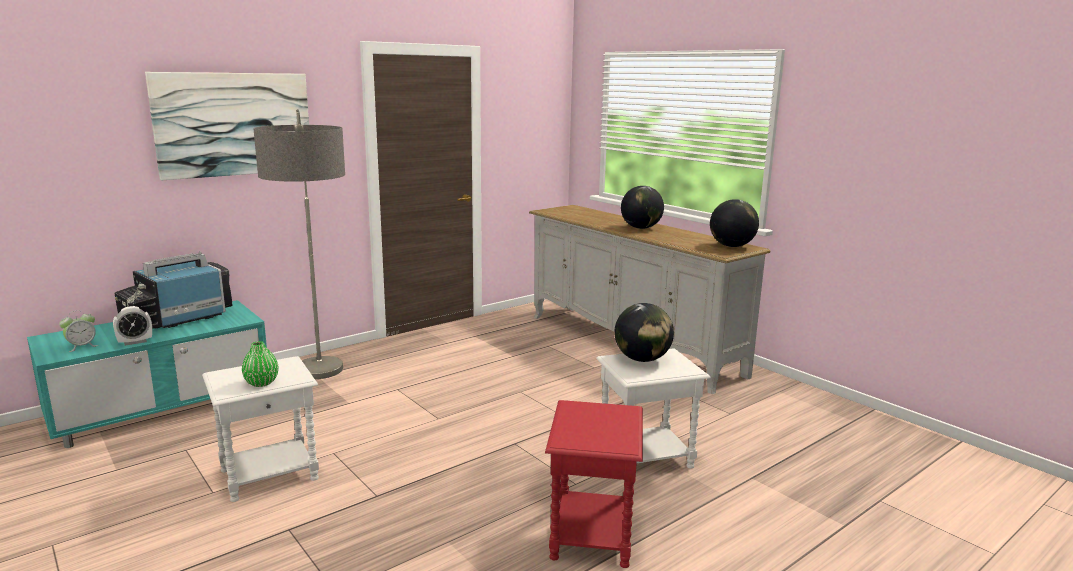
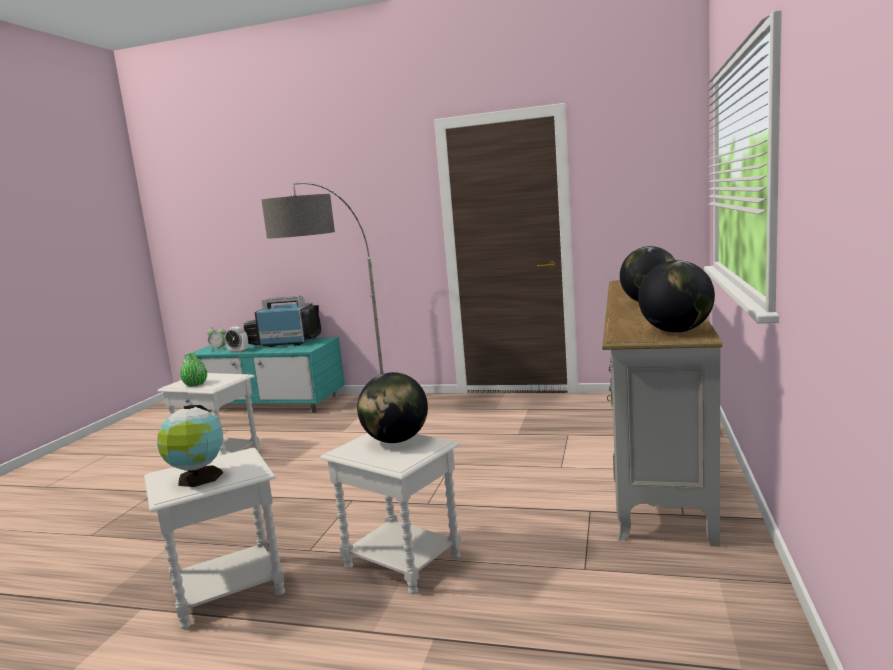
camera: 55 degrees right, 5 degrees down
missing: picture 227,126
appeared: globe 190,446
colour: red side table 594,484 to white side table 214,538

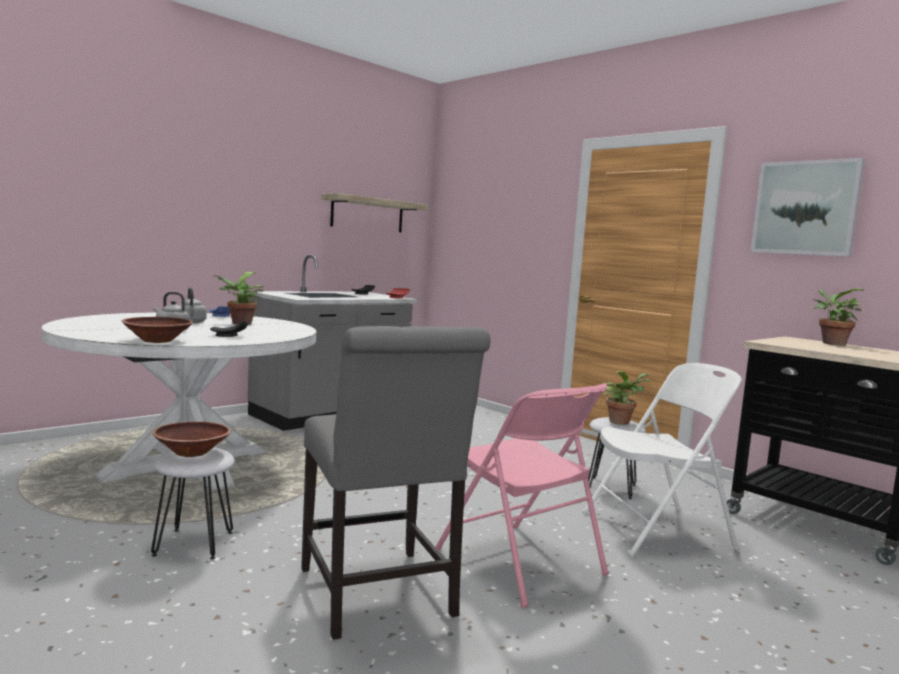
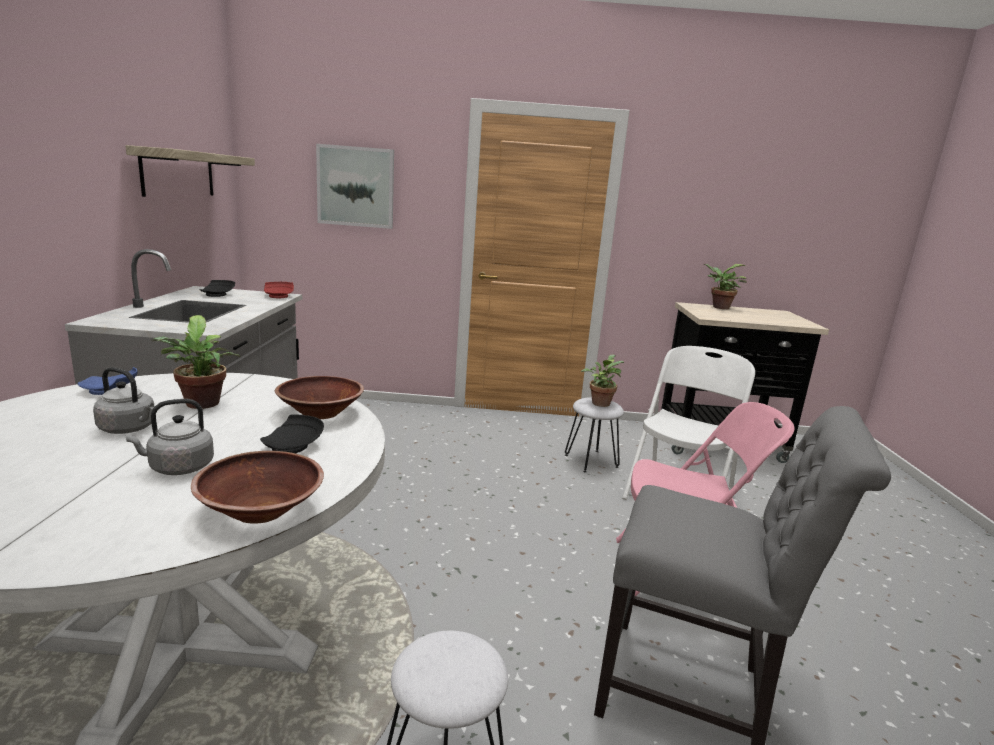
camera: 45 degrees left, 10 degrees up
relocated: brown bowl 191,439 to 319,397; picture 807,207 to 355,186

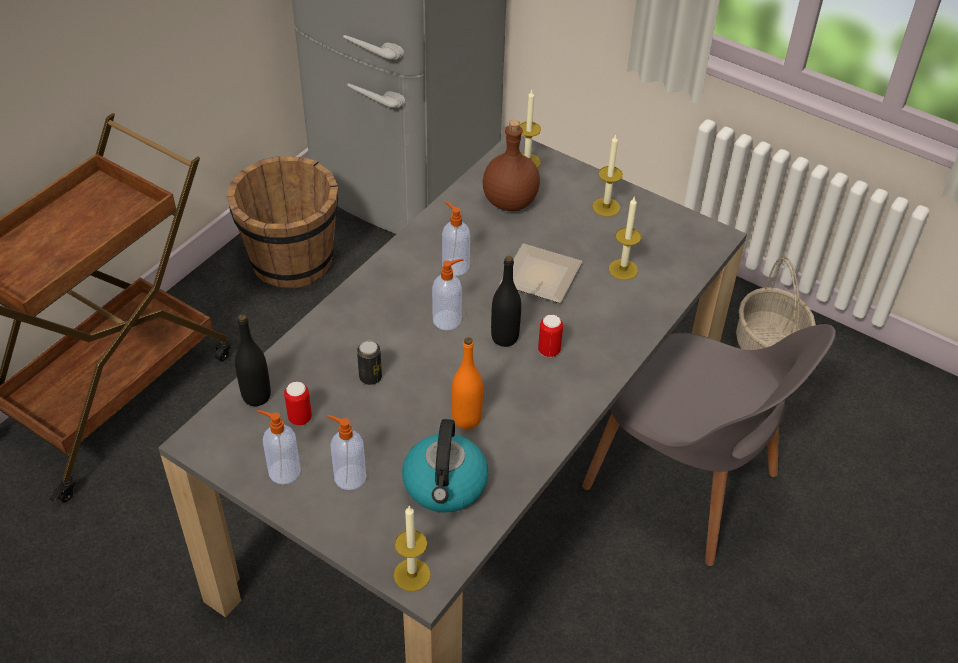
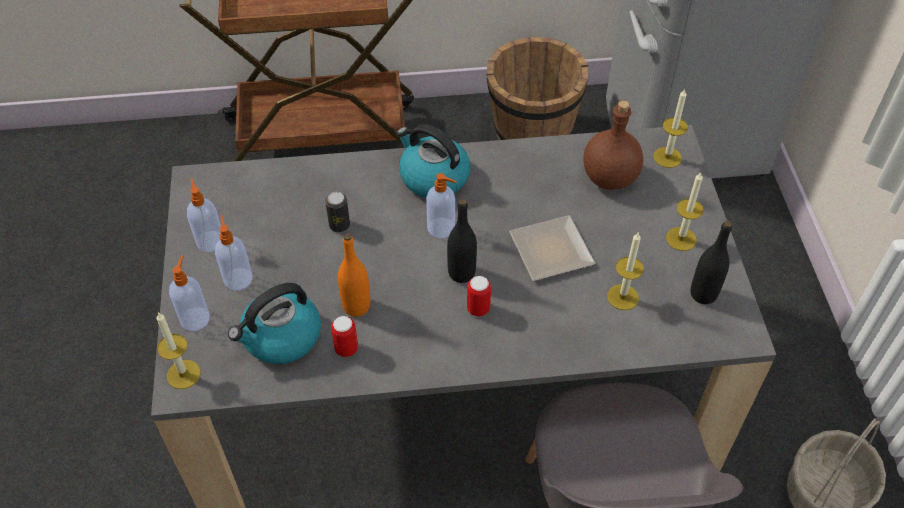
camera: 50 degrees right, 5 degrees up
appeared: kettle 433,161
relocated: soap dispenser 456,238 to 189,293; can 298,403 to 344,336; black bottle 253,360 to 711,262

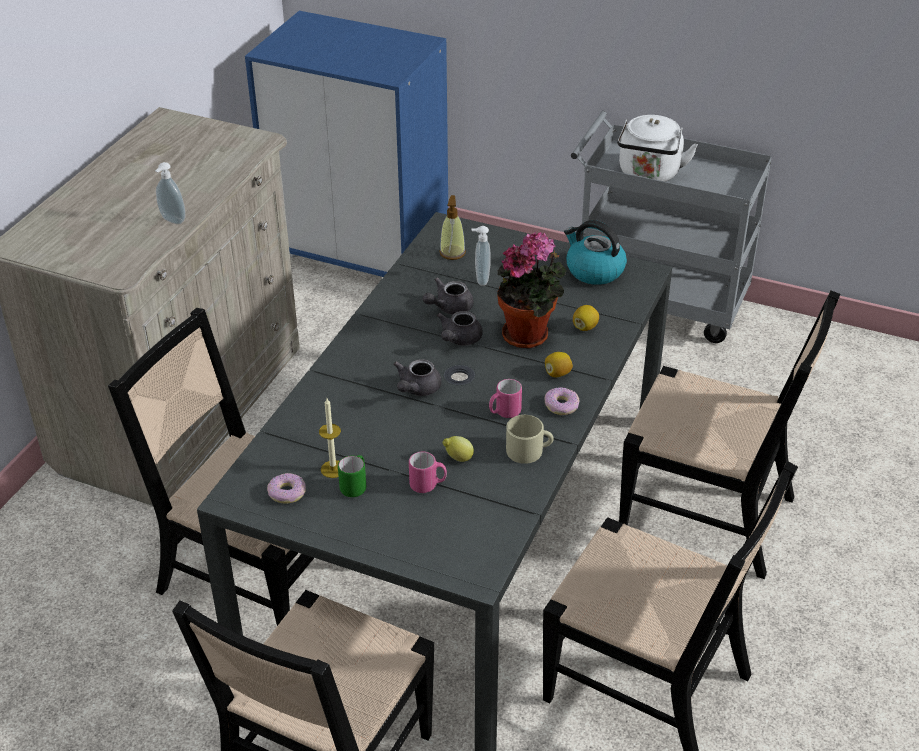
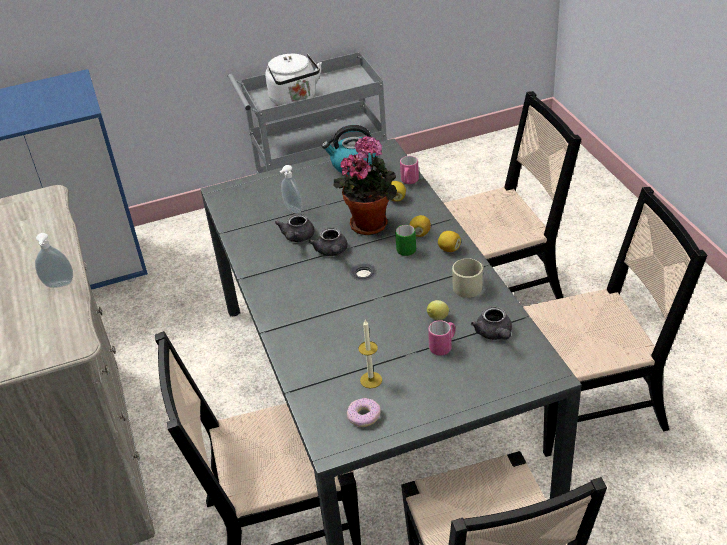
camera: 40 degrees left, 0 degrees up
missing: soap dispenser 453,227
relocated: green mug 352,476 to 405,240; pink mug 505,398 to 409,170; grey teapot 418,377 to 491,323
exchanged: donut 562,401 to lemon 449,241

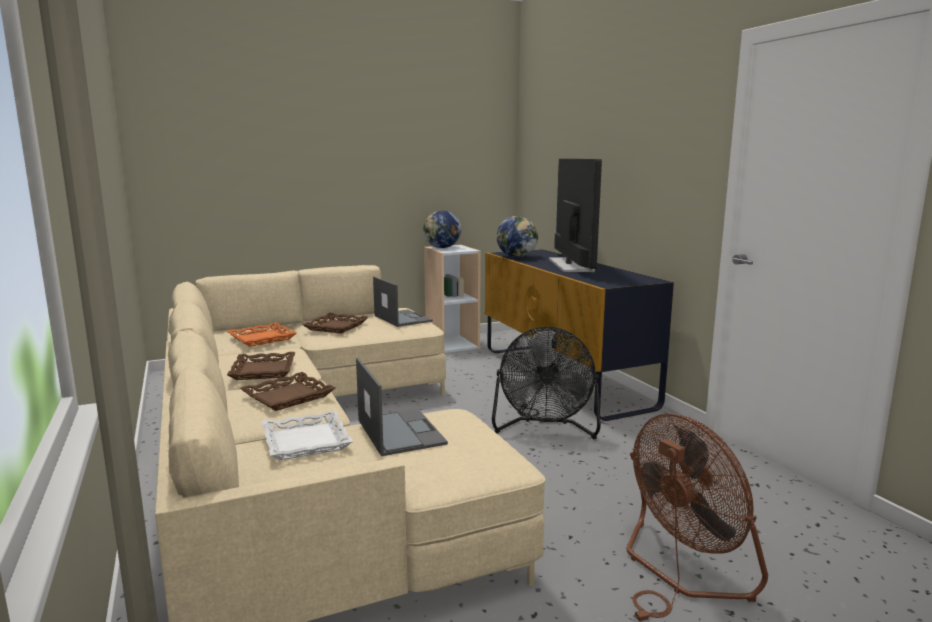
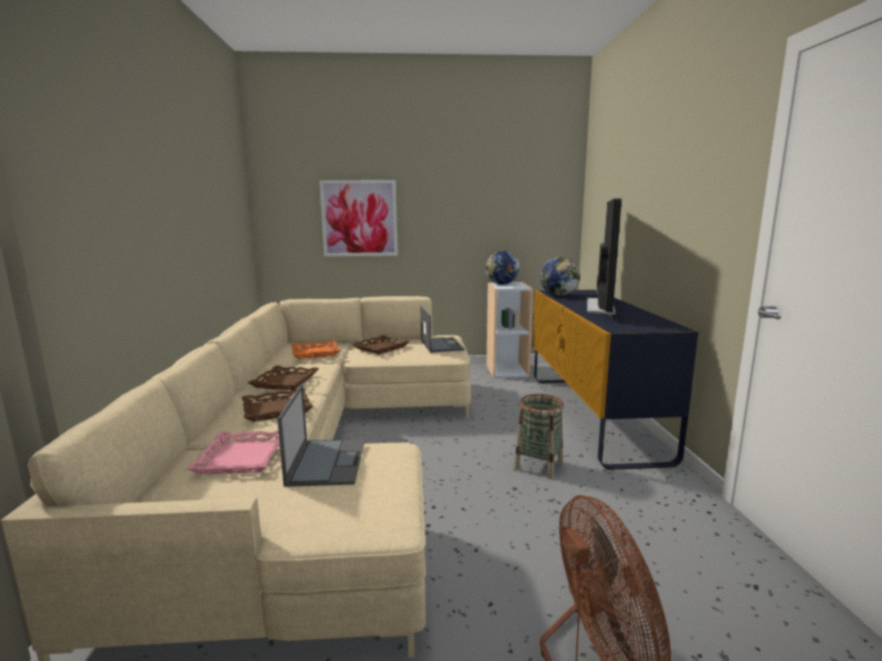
camera: 20 degrees right, 0 degrees up
appeared: picture 358,218
exchanged: black fan 546,383 to basket 539,436
colour: white tray 307,435 to pink tray 233,452

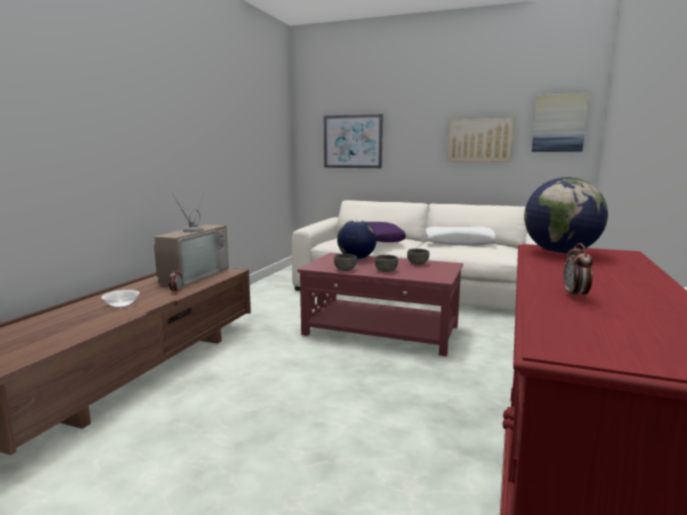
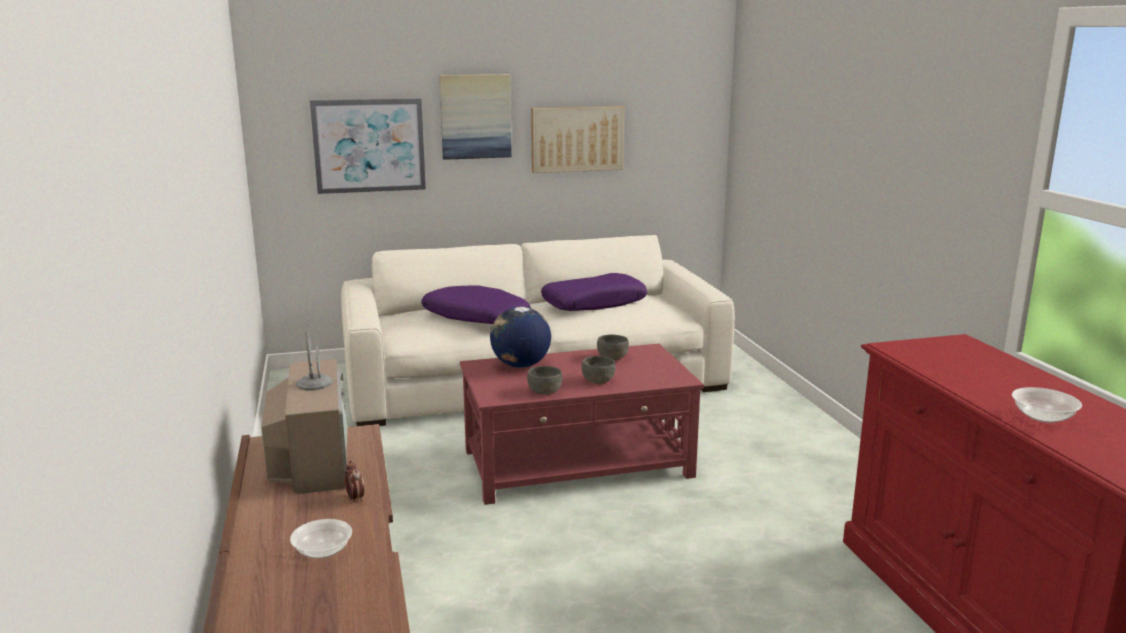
camera: 35 degrees left, 5 degrees up
missing: globe 566,215
relocated: picture 560,122 to 475,117
exchanged: alarm clock 578,271 to bowl 1047,405
colour: white pillow 461,236 to purple pillow 594,292

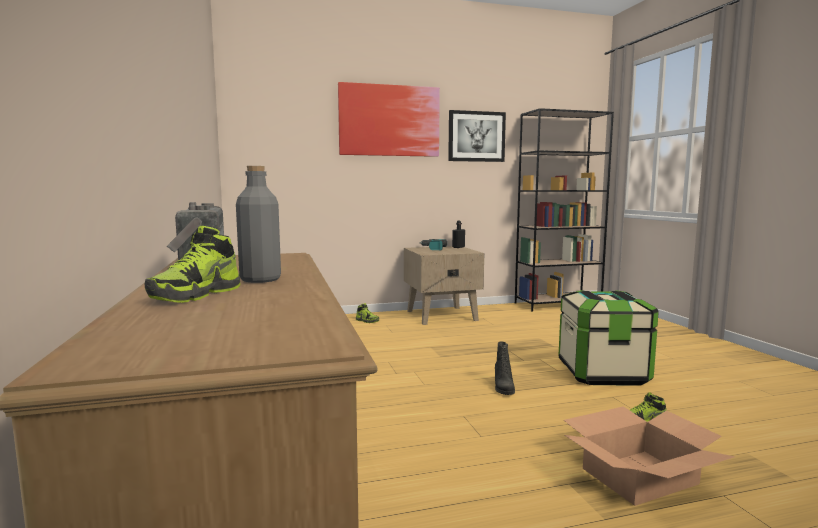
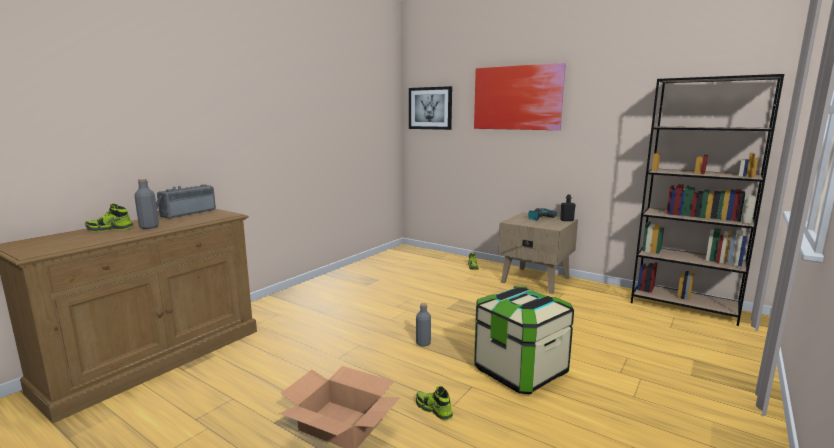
camera: 50 degrees right, 5 degrees up
relocated: picture 477,136 to 430,108
exchanged: black boot 505,368 to grey bottle 423,324

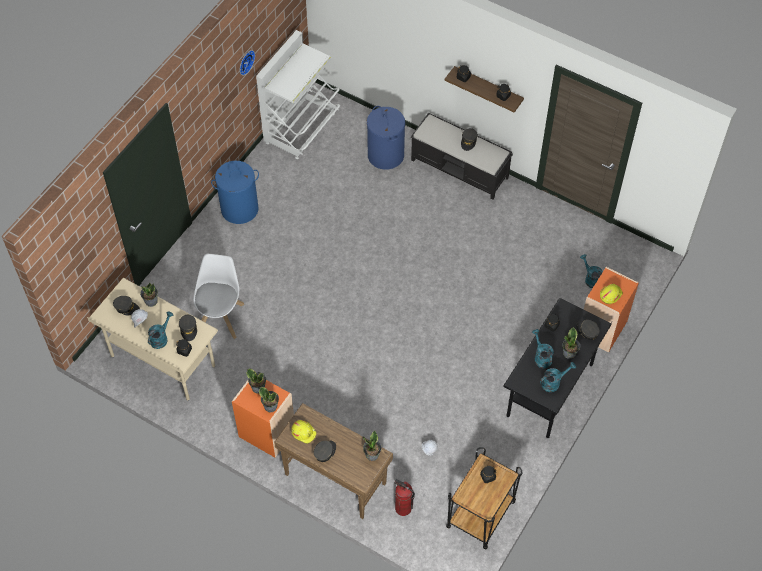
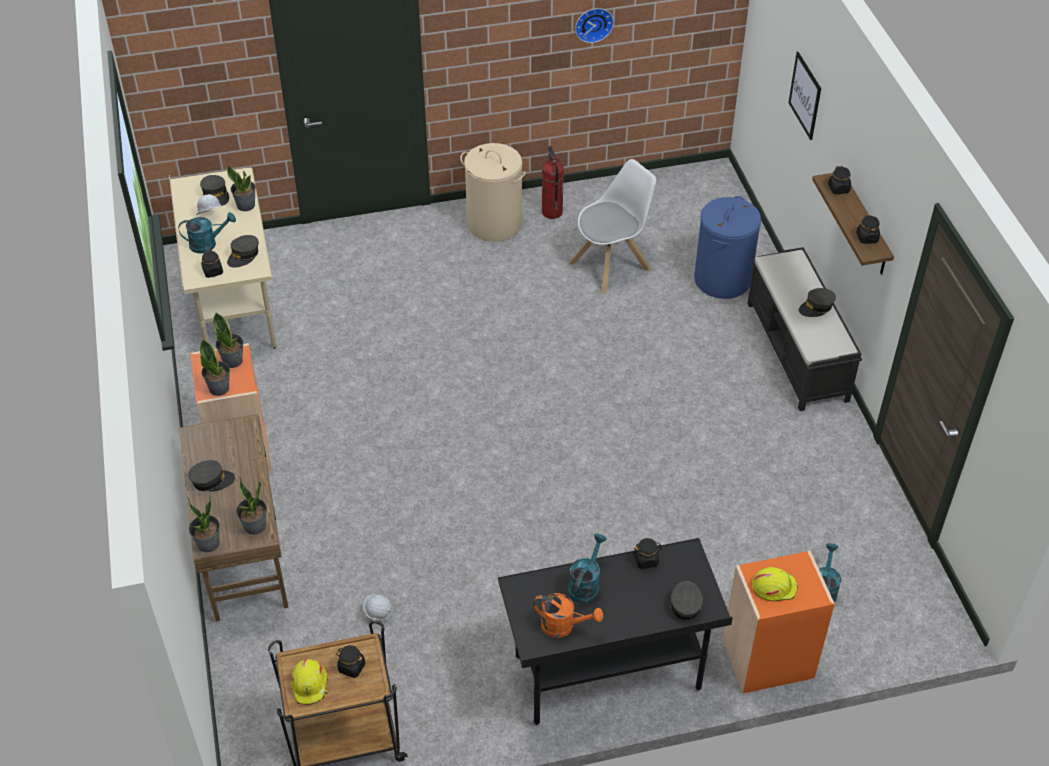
camera: 45 degrees right, 10 degrees down
missing: white shoe rack 298,94
appeared: picture 804,96
relocated: potted plant 571,343 to 203,523; yellow hard hat 304,432 to 309,682; fire extinguisher 404,497 to 553,182; chair 219,296 to 612,226
colour: blue laundry basket 235,192 to beige laundry basket 493,192; turquoise watering can 558,377 to orange watering can 568,615

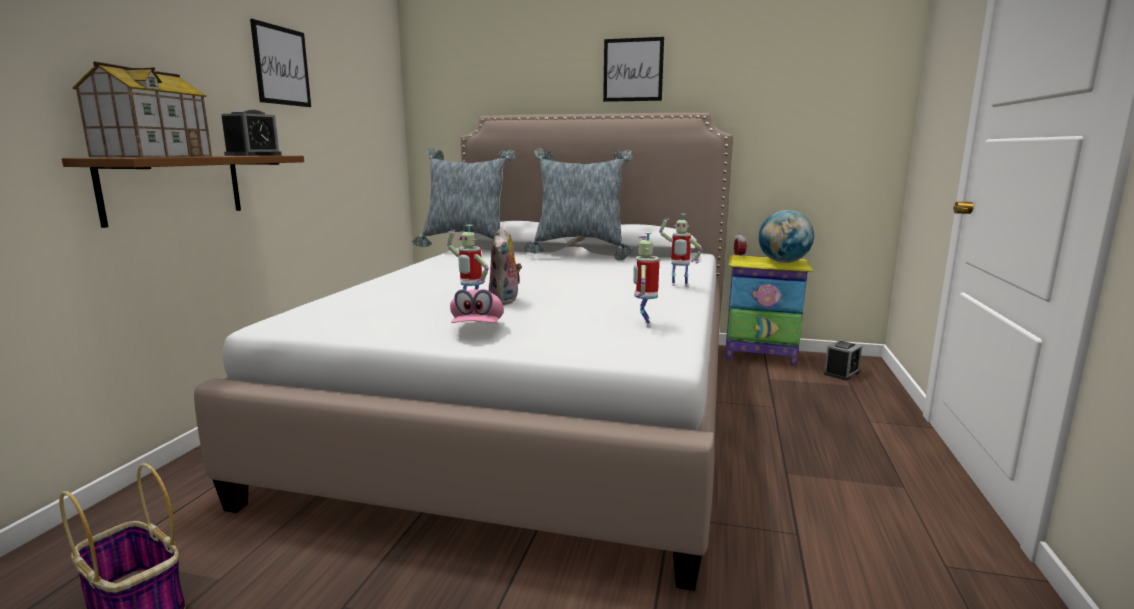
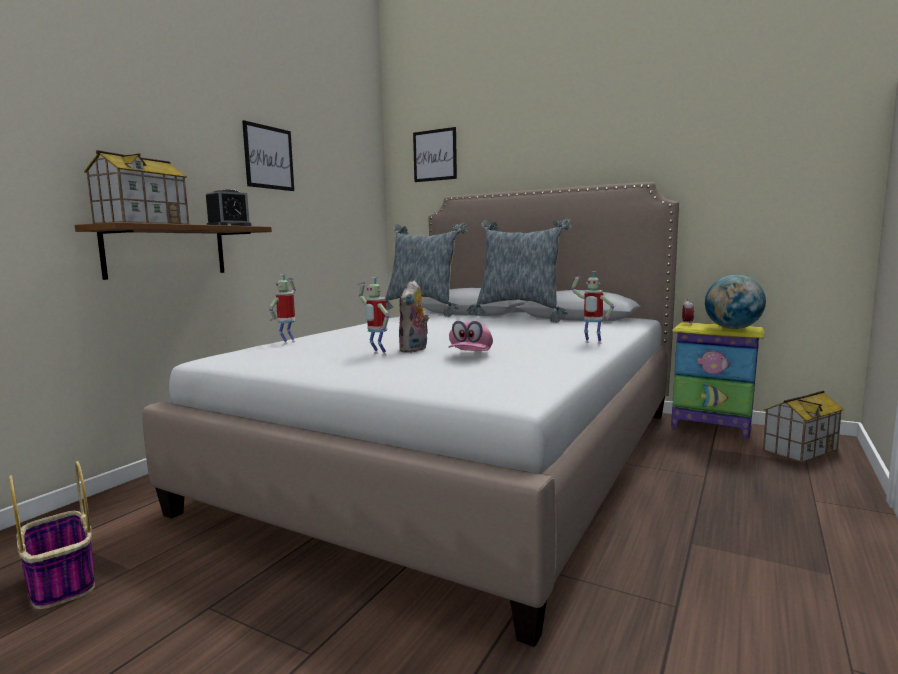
camera: 15 degrees right, 5 degrees down
relocated: toy robot 646,279 to 282,309; picture 633,69 to 435,154; pink cap 477,306 to 470,336
exchanged: alarm clock 843,360 to toy house 803,426

